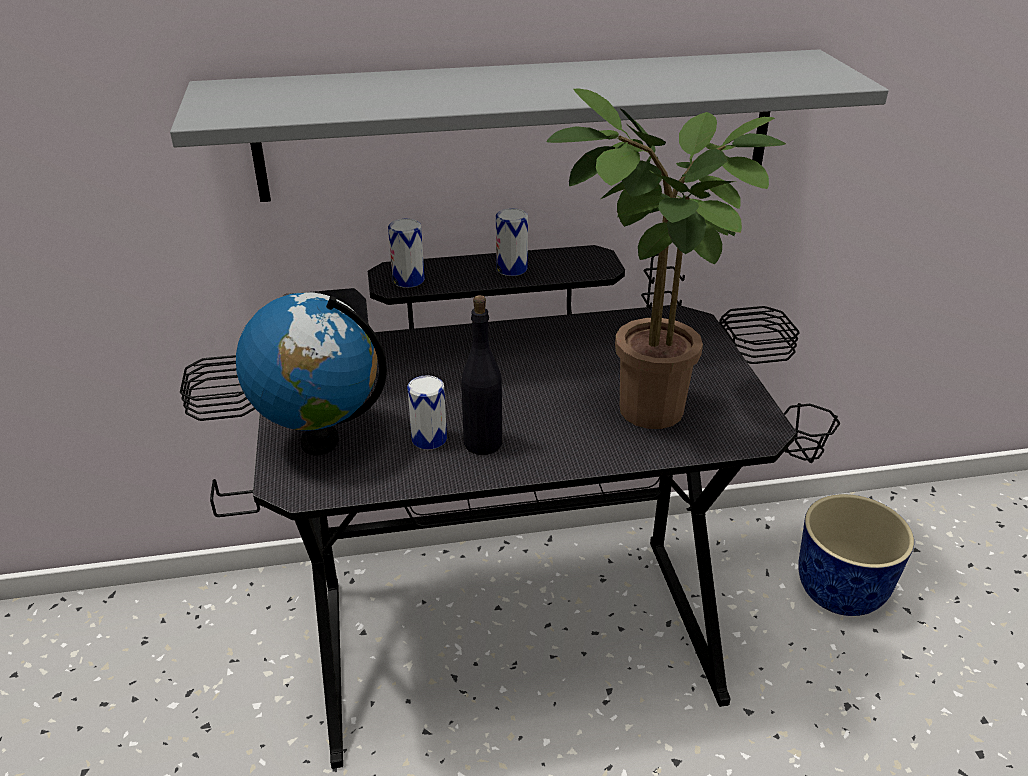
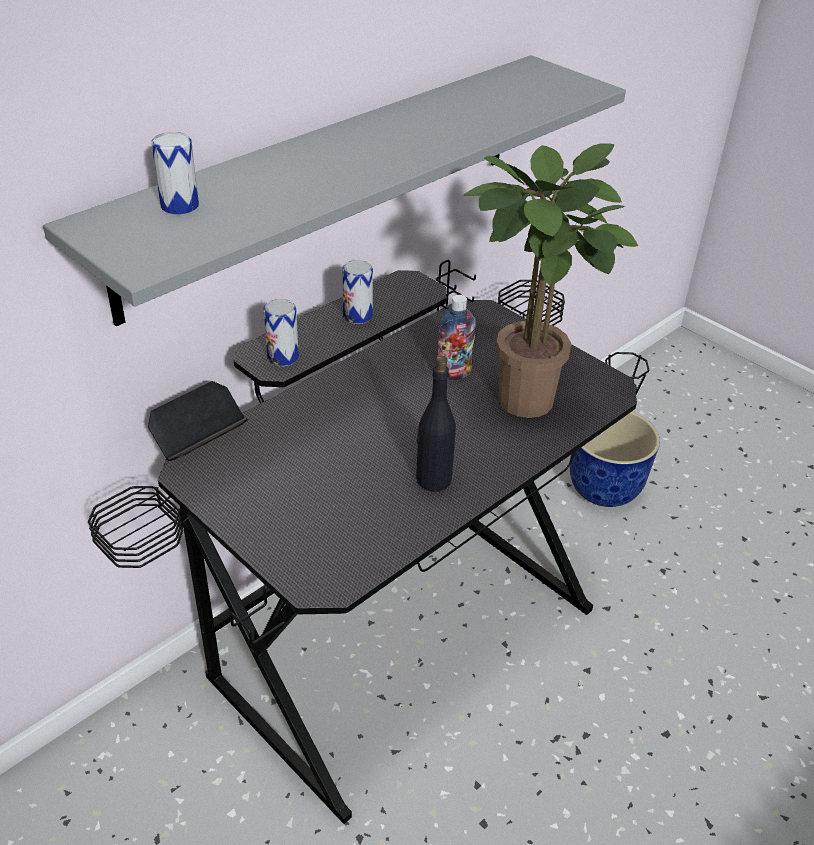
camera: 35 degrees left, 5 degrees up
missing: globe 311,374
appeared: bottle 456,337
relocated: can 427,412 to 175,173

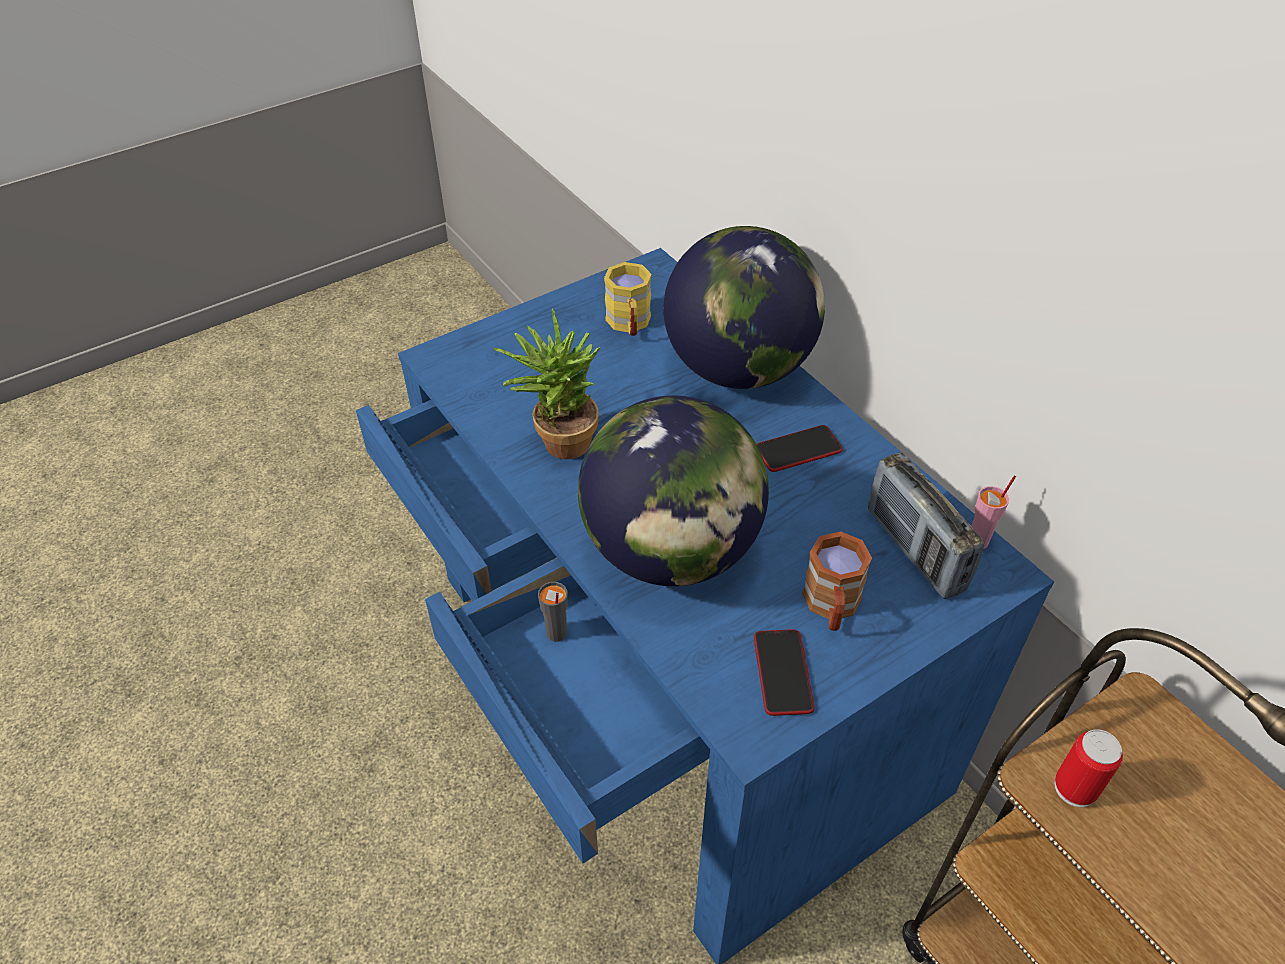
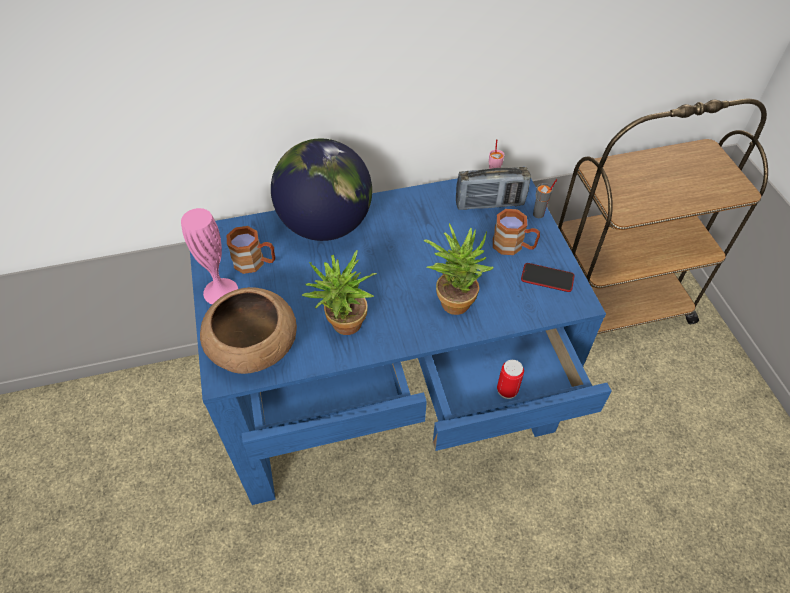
camera: 70 degrees left, 5 degrees up
missing: phone 800,448
appeared: pink vase 209,256; brown bowl 248,330
relocated: can 1089,768 to 510,379; grey cup 553,612 to 545,198
exchanged: globe 673,490 to potted plant 459,269
colour: yellow mug 627,299 to brown mug 250,250

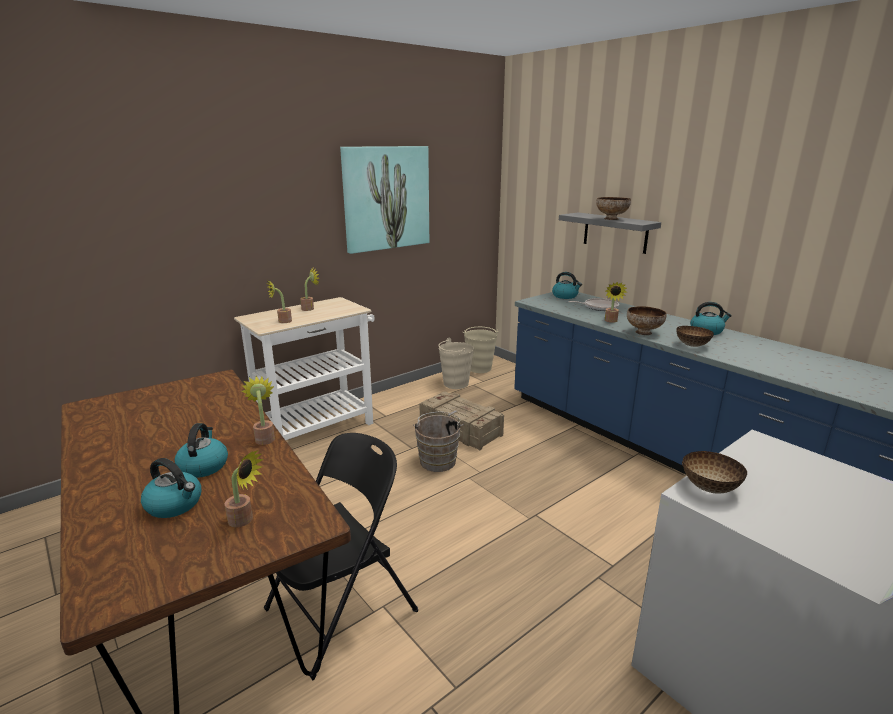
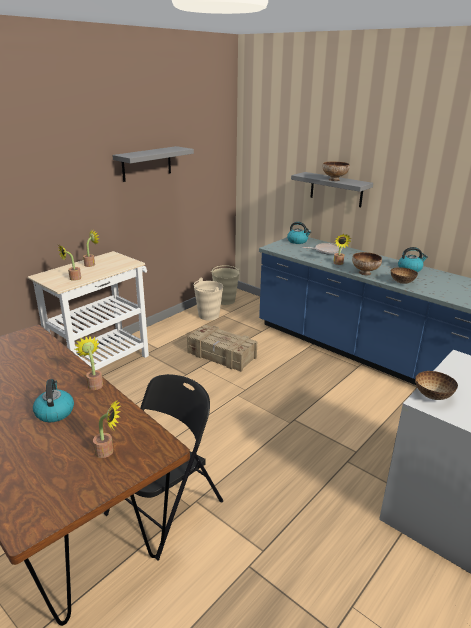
camera: 10 degrees left, 5 degrees up
missing: kettle 171,488; brown bucket 438,442
exchanged: picture 384,200 to grey shelf 153,164

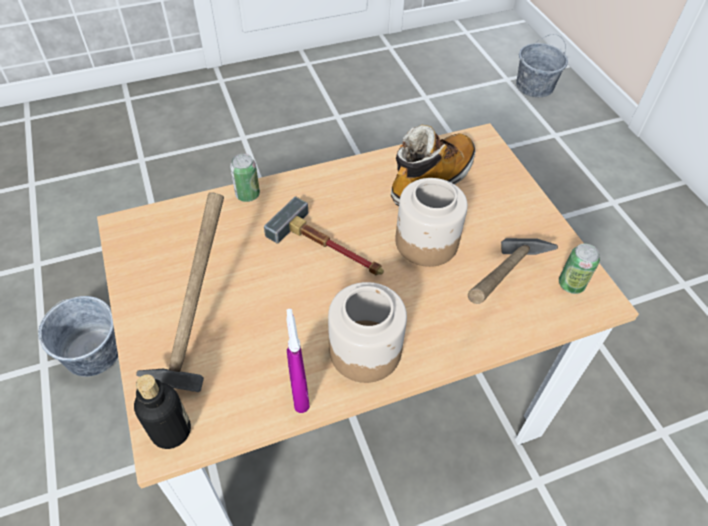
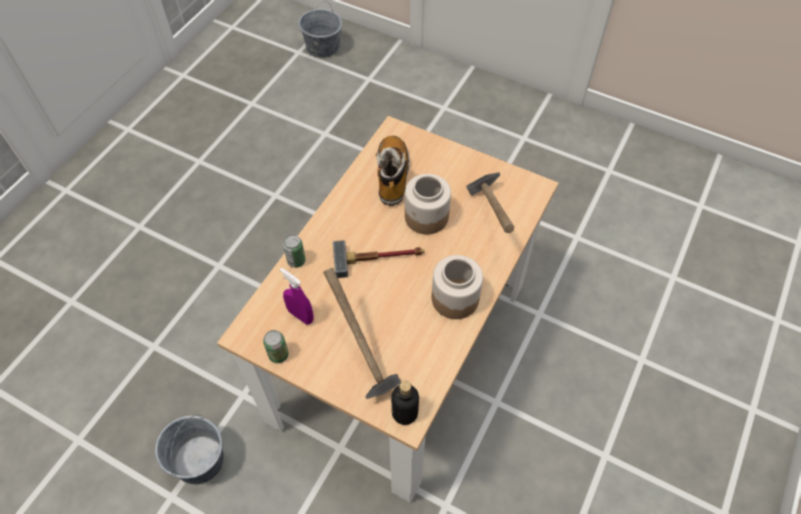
camera: 40 degrees left, 5 degrees up
relocated: can 579,268 to 276,346; purple spray bottle 298,361 to 297,296

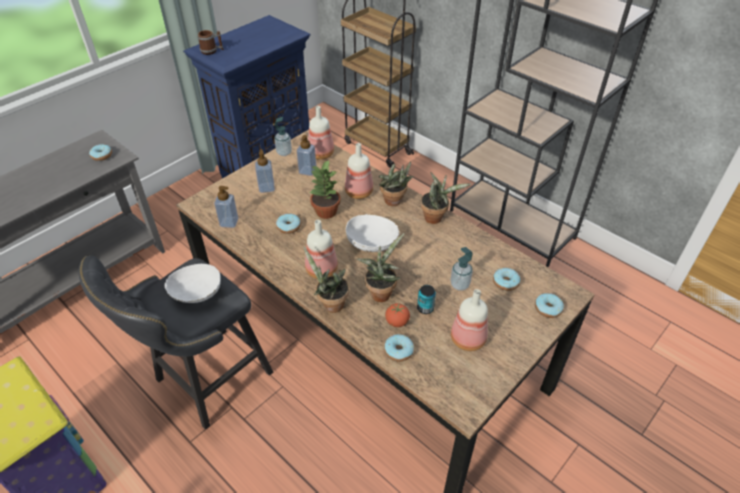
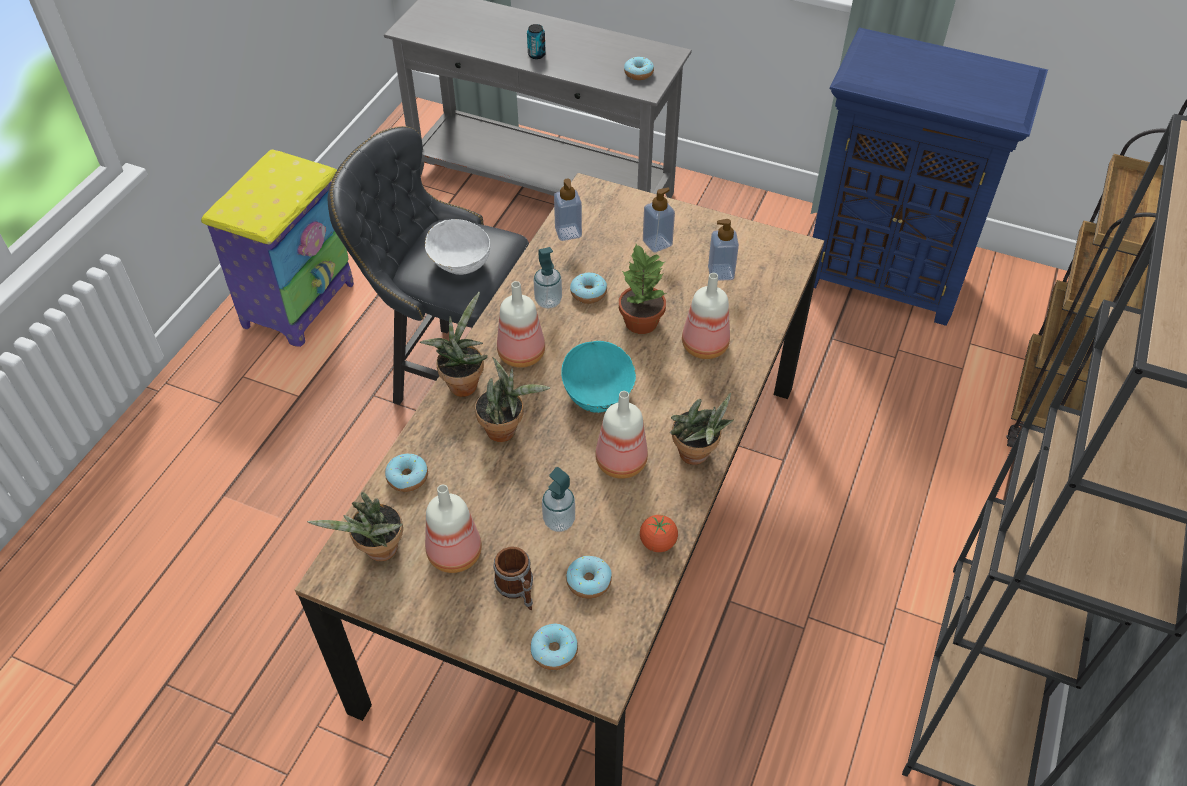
camera: 70 degrees right, 5 degrees up
relocated: potted plant 396,183 to 355,526; mug 211,42 to 513,578; can 426,299 to 536,41; soap dispenser 283,136 to 547,277; bottle 321,133 to 621,435; tomato 397,315 to 659,533
colour: white bowl 372,233 to turquoise bowl 598,376

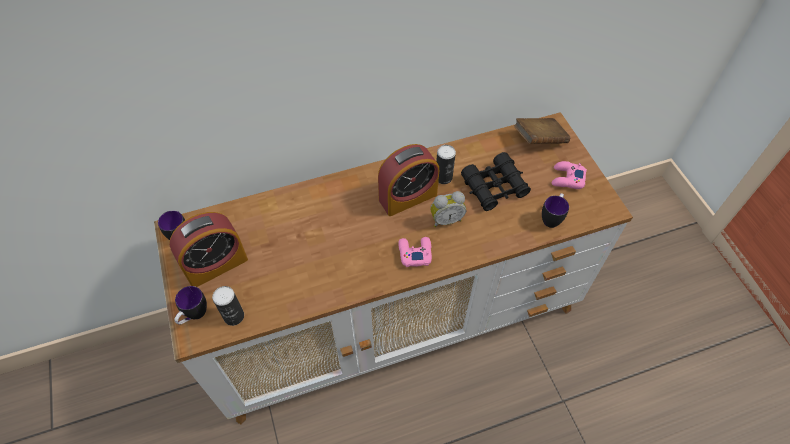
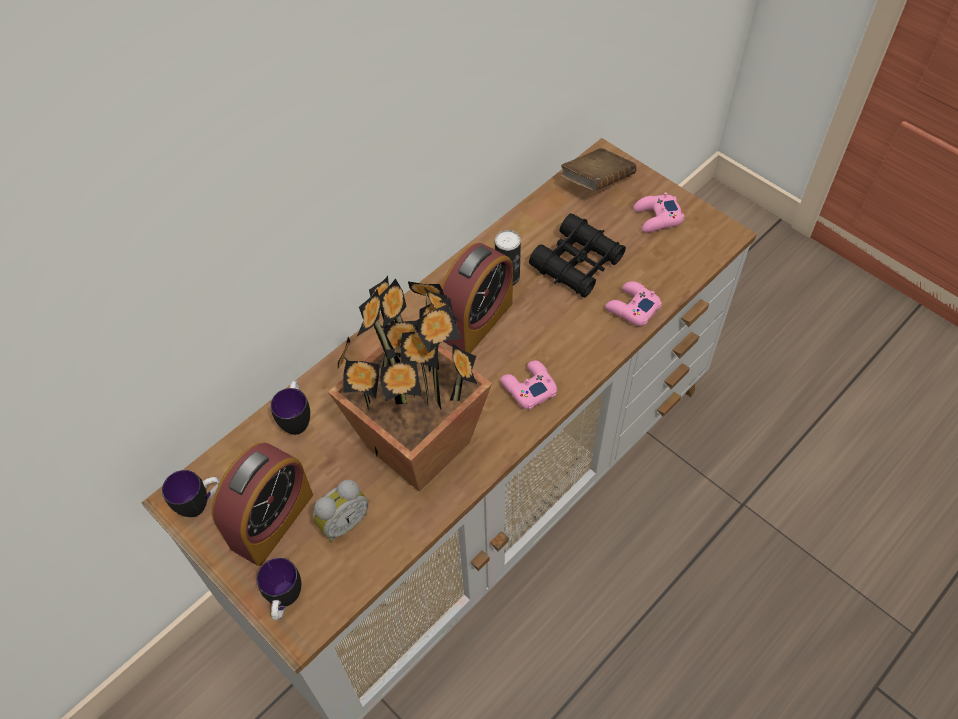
camera: 25 degrees left, 0 degrees up
missing: can 228,306
appeared: potted plant 410,384; pink game controller 633,303
relocated: mug 555,210 to 290,408; alarm clock 448,209 to 341,511

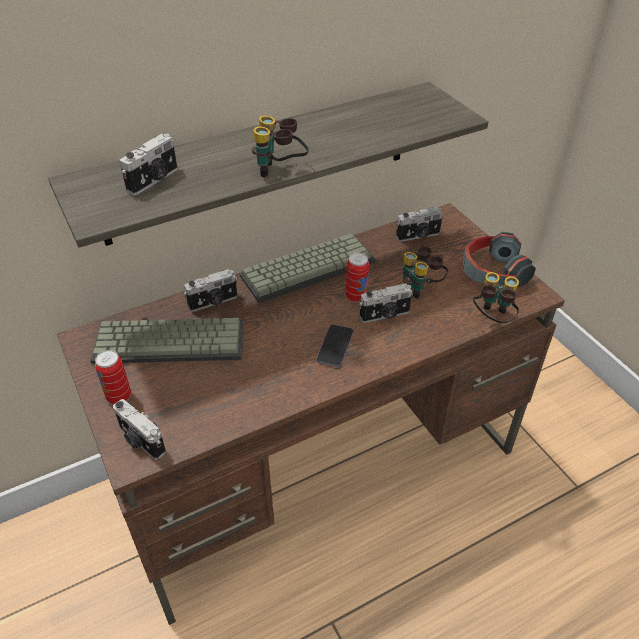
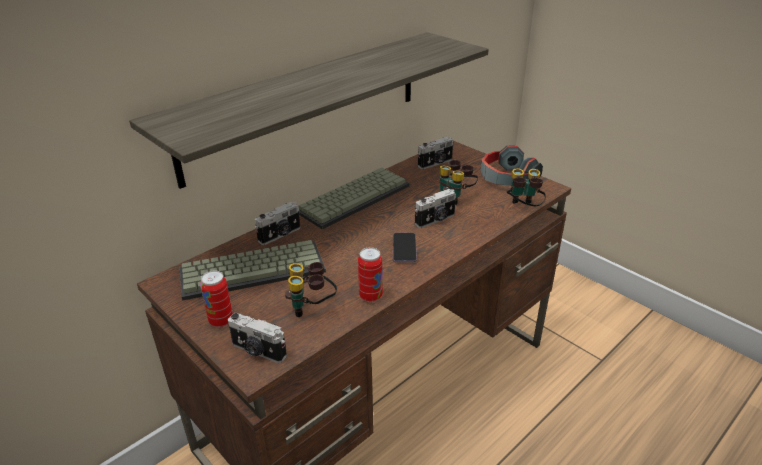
camera: 15 degrees left, 10 degrees down
missing: photo camera 149,164
relocated: binoculars 280,146 to 311,289; can 357,278 to 370,274

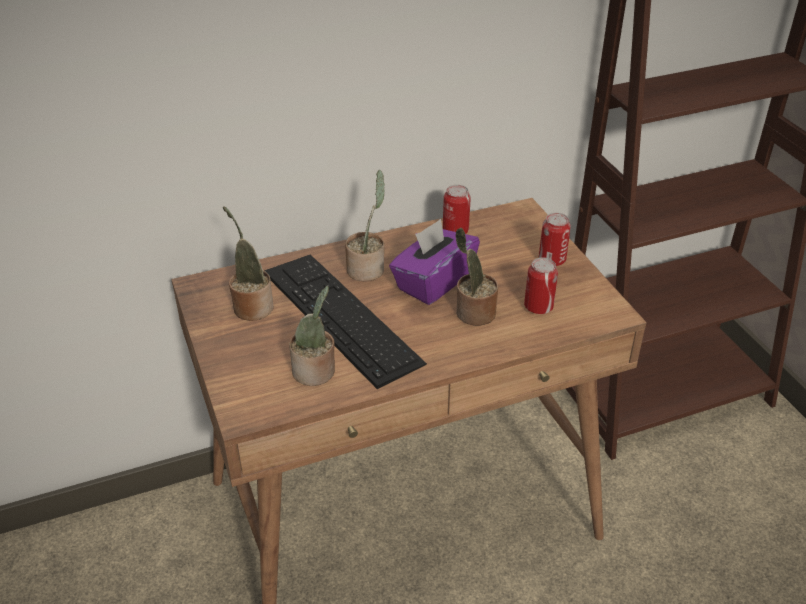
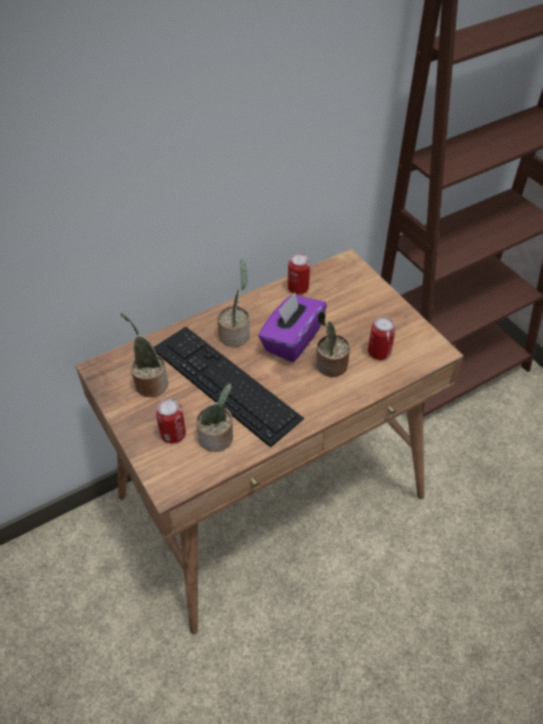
camera: 10 degrees left, 10 degrees up
relocated: can 555,239 to 171,421

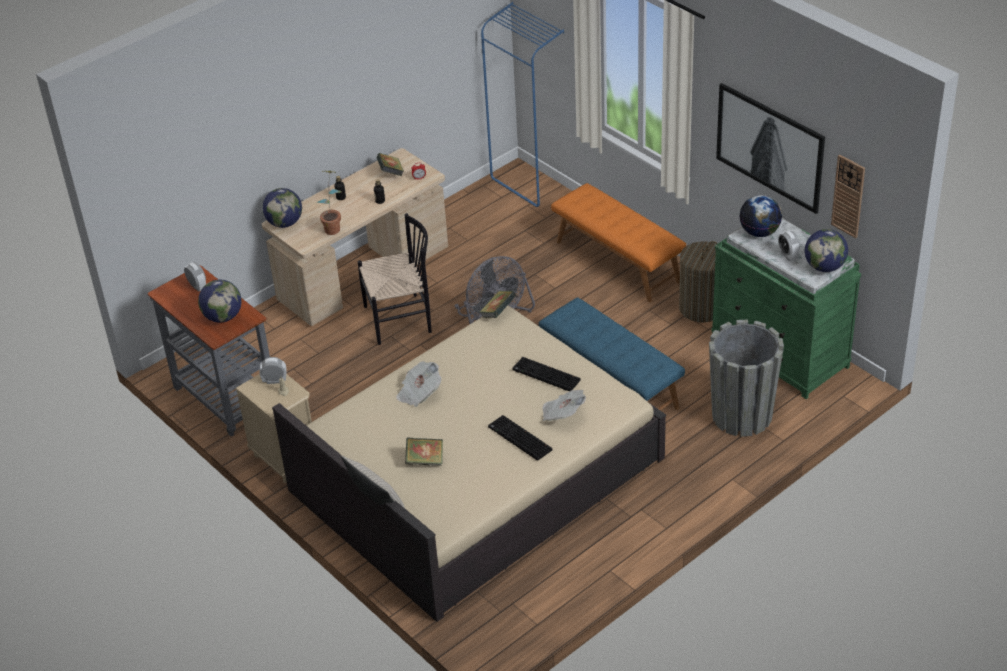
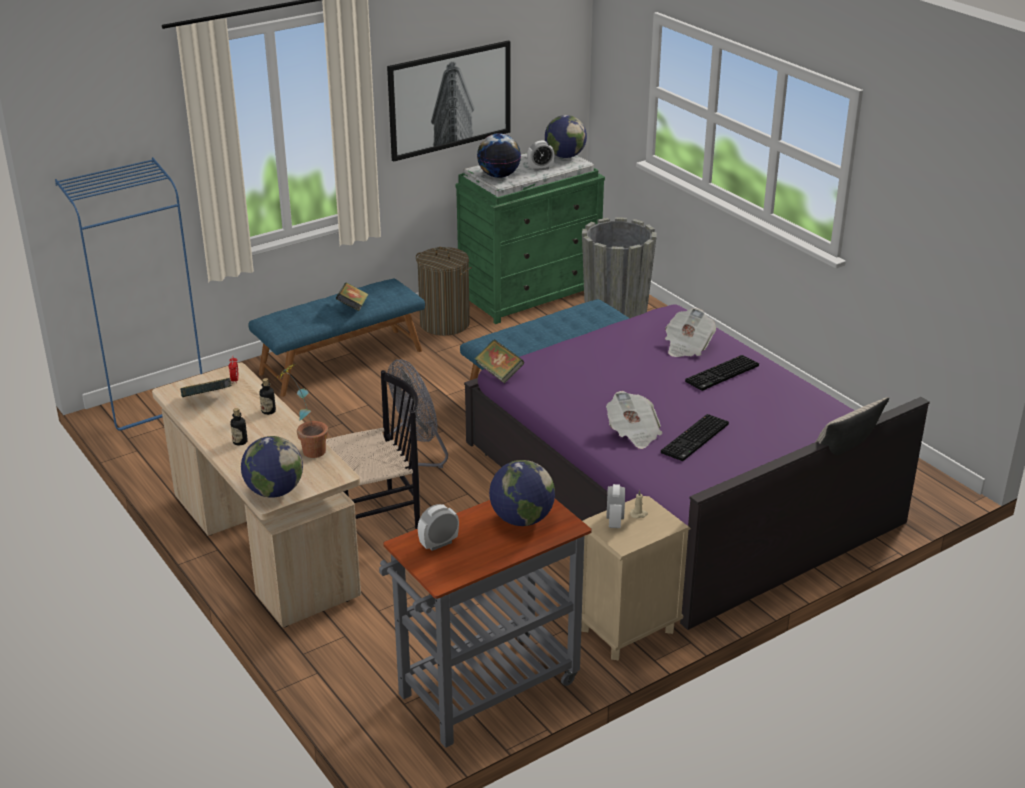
camera: 85 degrees left, 10 degrees down
missing: wall clock 848,196
relocated: book 424,451 to 352,297; keyboard 546,374 to 695,437
colour: orange bench 618,242 to blue bench 336,338; beige bed 469,463 to purple bed 697,467
spun: black chair 395,279 = 373,449 75 degrees clockwise

